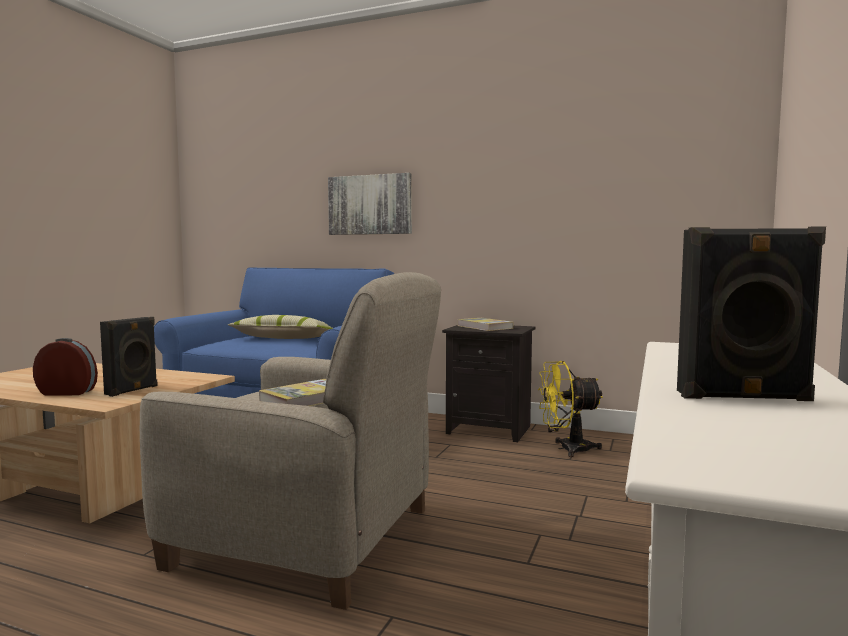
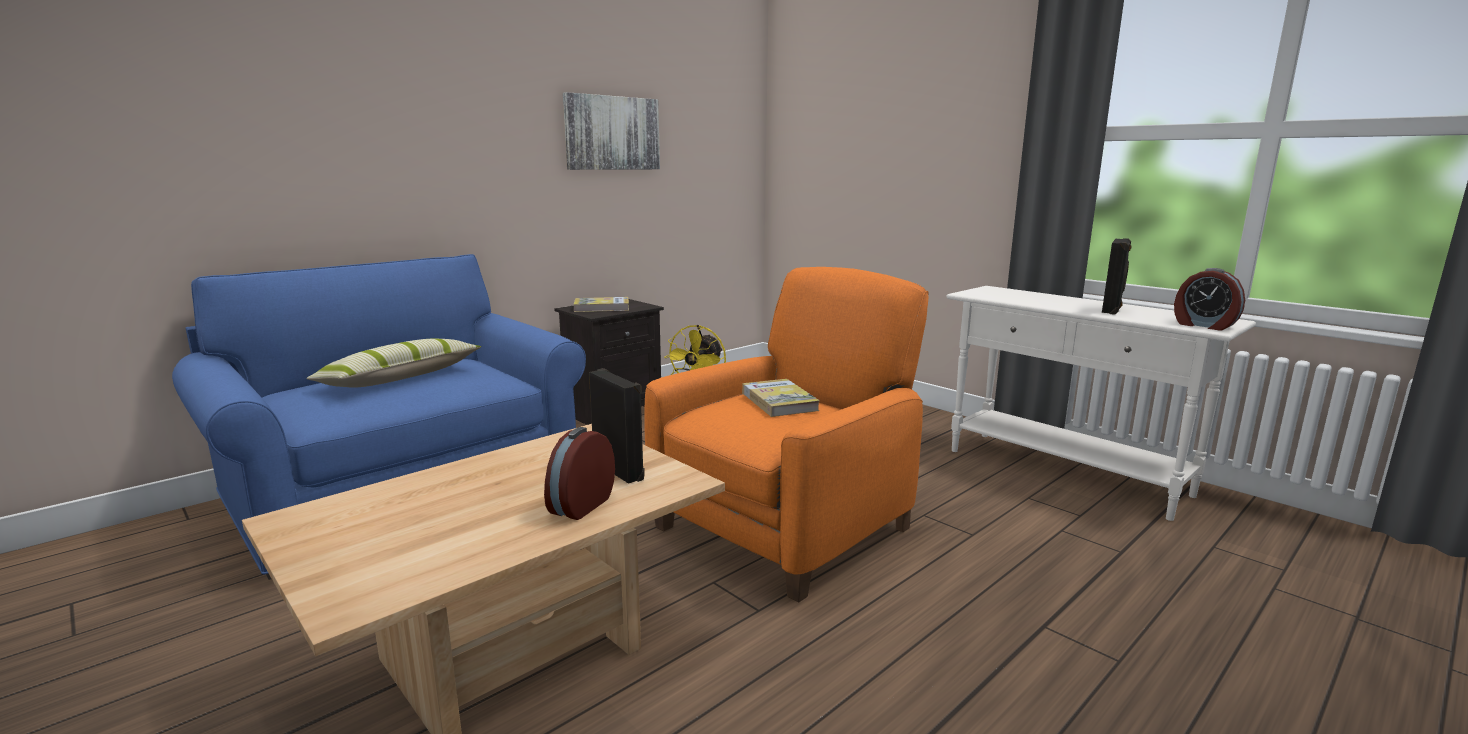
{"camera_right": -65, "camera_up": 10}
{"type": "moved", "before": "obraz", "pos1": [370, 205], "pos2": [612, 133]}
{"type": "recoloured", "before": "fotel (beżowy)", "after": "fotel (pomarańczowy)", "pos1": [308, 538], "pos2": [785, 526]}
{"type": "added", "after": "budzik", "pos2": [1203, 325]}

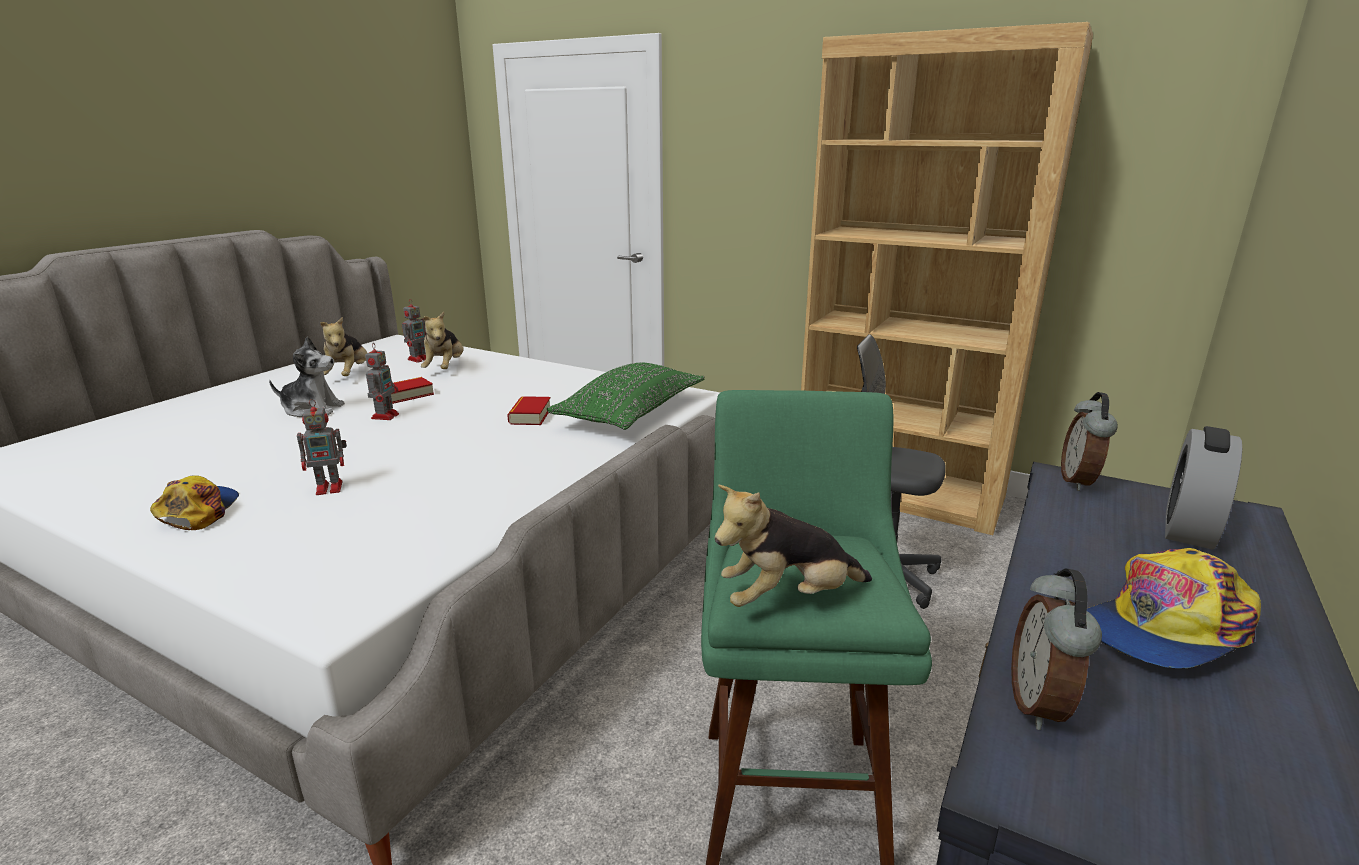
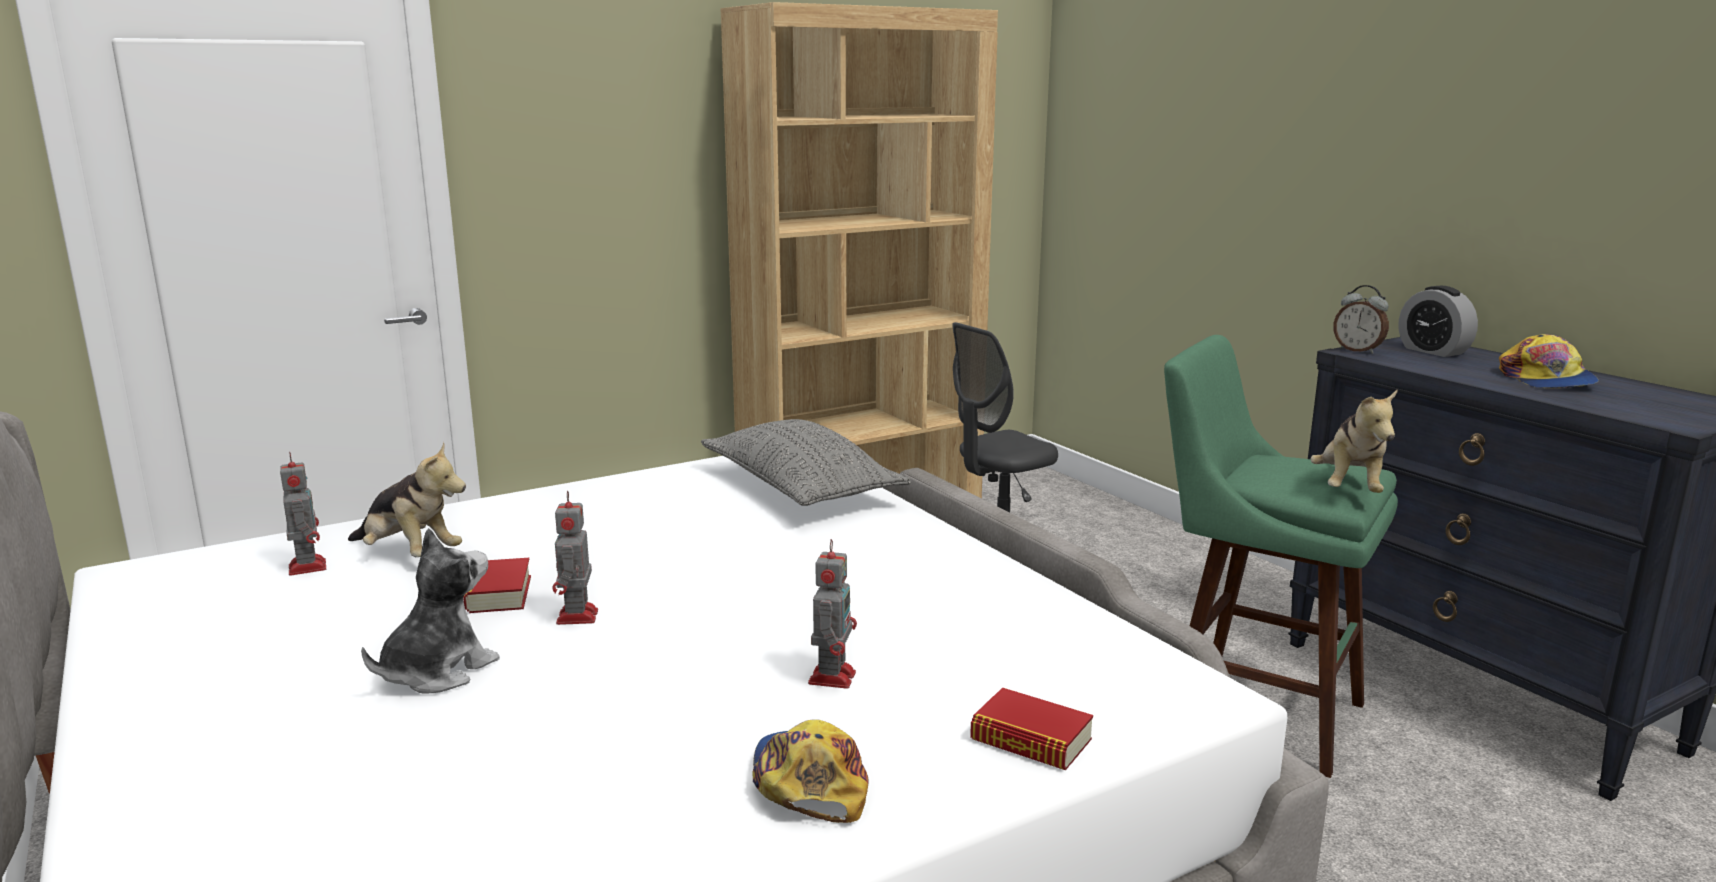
{"camera_right": -60, "camera_up": -5}
{"type": "turned", "before": "robot zabawkowy", "pos1": [386, 416], "pos2": [577, 618], "turn": -135}
{"type": "recoloured", "before": "poduszka (zielony)", "after": "poduszka (szary)", "pos1": [631, 413], "pos2": [801, 488]}
{"type": "turned", "before": "czapka z daszkiem", "pos1": [197, 511], "pos2": [809, 781], "turn": 60}
{"type": "moved", "before": "książka", "pos1": [530, 416], "pos2": [1031, 740]}
{"type": "removed", "before": "pluszak", "pos1": [349, 375]}
{"type": "removed", "before": "budzik", "pos1": [1040, 704]}

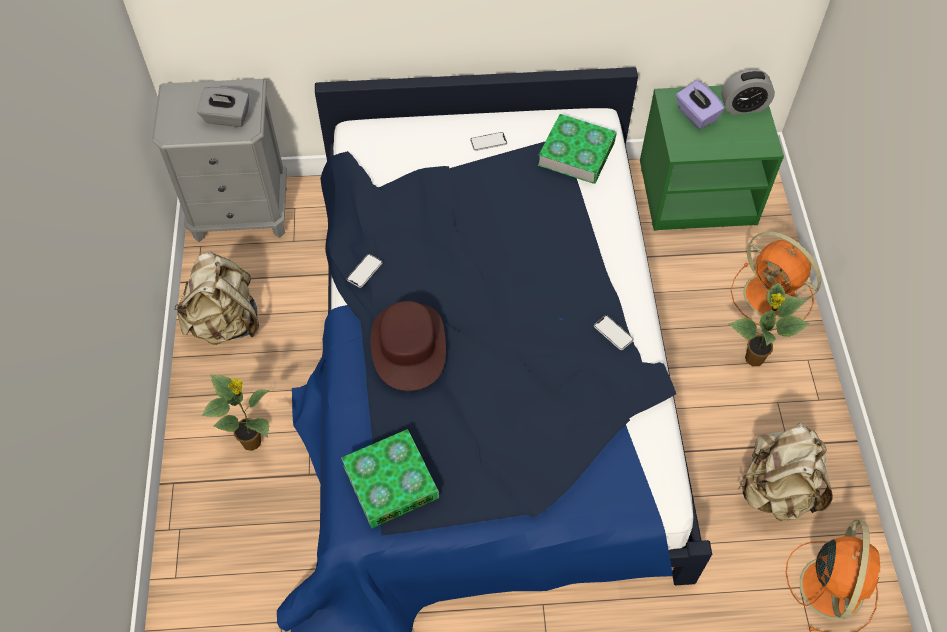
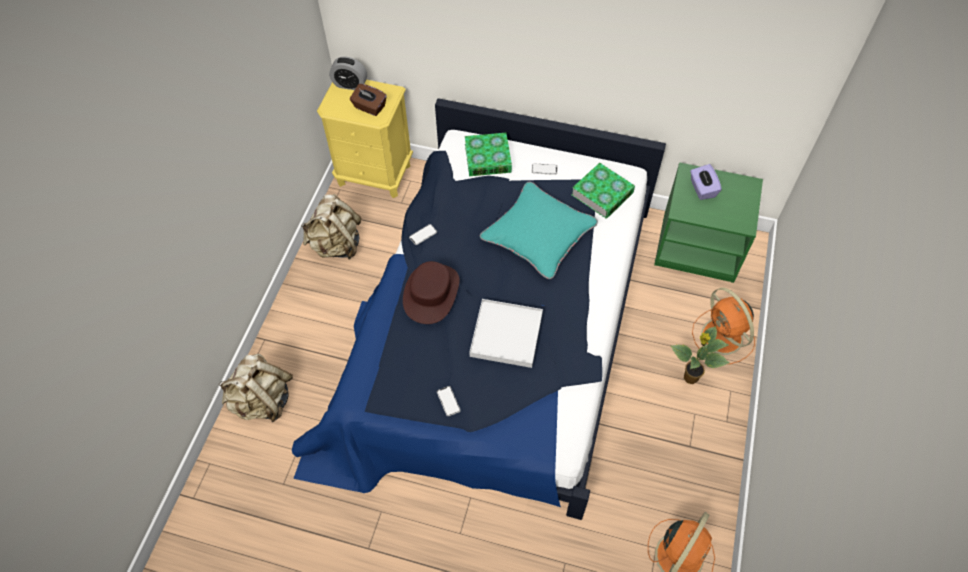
{"camera_right": 20, "camera_up": 0}
{"type": "moved", "before": "plecak (beżowy)", "pos1": [776, 490], "pos2": [263, 401]}
{"type": "recoloured", "before": "szafka nocna (szary)", "after": "szafka nocna (żółty)", "pos1": [241, 212], "pos2": [374, 174]}
{"type": "moved", "before": "budzik", "pos1": [743, 107], "pos2": [350, 85]}
{"type": "recoloured", "before": "pudełko chusteczek (szary)", "after": "pudełko chusteczek (brązowy)", "pos1": [227, 118], "pos2": [369, 107]}
{"type": "moved", "before": "telefon", "pos1": [613, 333], "pos2": [448, 401]}
{"type": "moved", "before": "książka", "pos1": [390, 482], "pos2": [488, 158]}
{"type": "added", "after": "taca (biały)", "pos2": [506, 334]}
{"type": "added", "after": "poduszka (turkusowy)", "pos2": [538, 235]}
{"type": "removed", "before": "roślina doniczkowa", "pos1": [253, 441]}

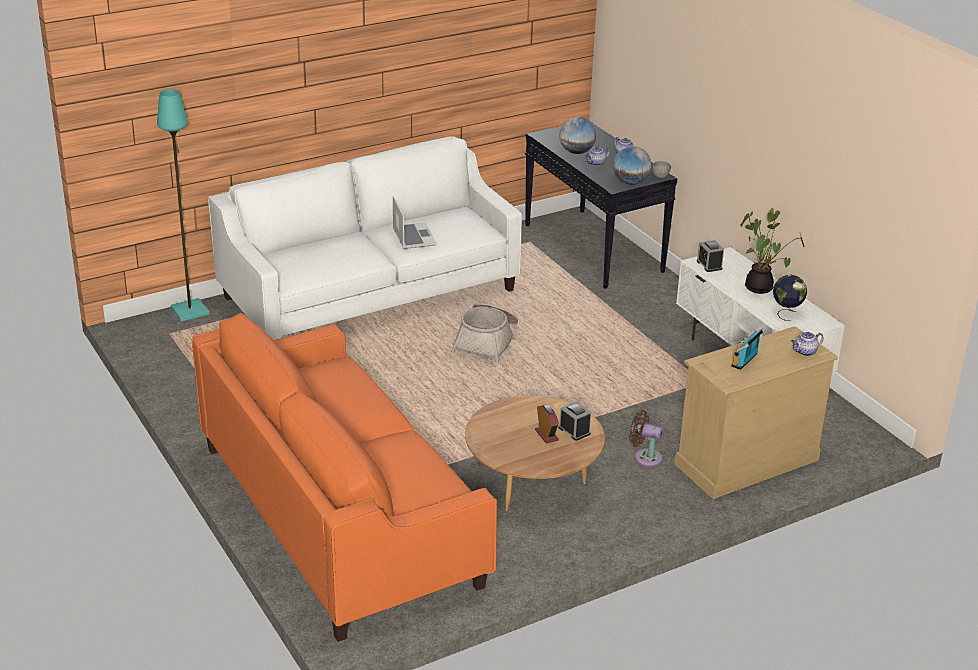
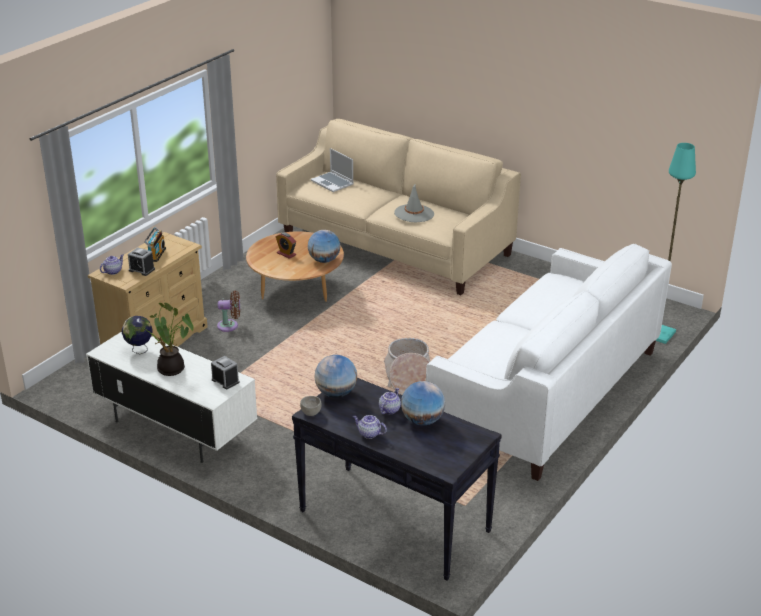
{"camera_right": 155, "camera_up": 0}
{"type": "moved", "before": "budzik", "pos1": [574, 430], "pos2": [141, 270]}
{"type": "recoloured", "before": "kanapa (pomarańczowy)", "after": "kanapa (beżowy)", "pos1": [340, 516], "pos2": [395, 245]}
{"type": "added", "after": "globus", "pos2": [324, 260]}
{"type": "moved", "before": "laptop", "pos1": [413, 237], "pos2": [333, 183]}
{"type": "added", "after": "kapelusz (szary)", "pos2": [414, 213]}

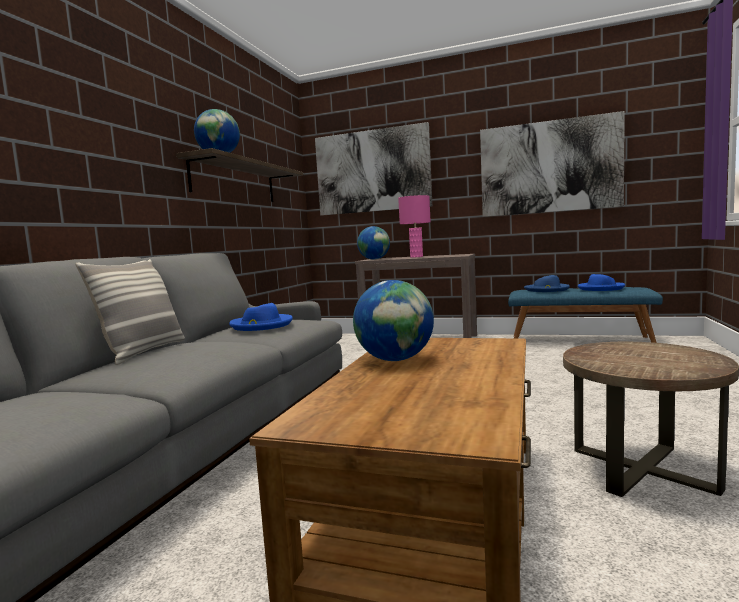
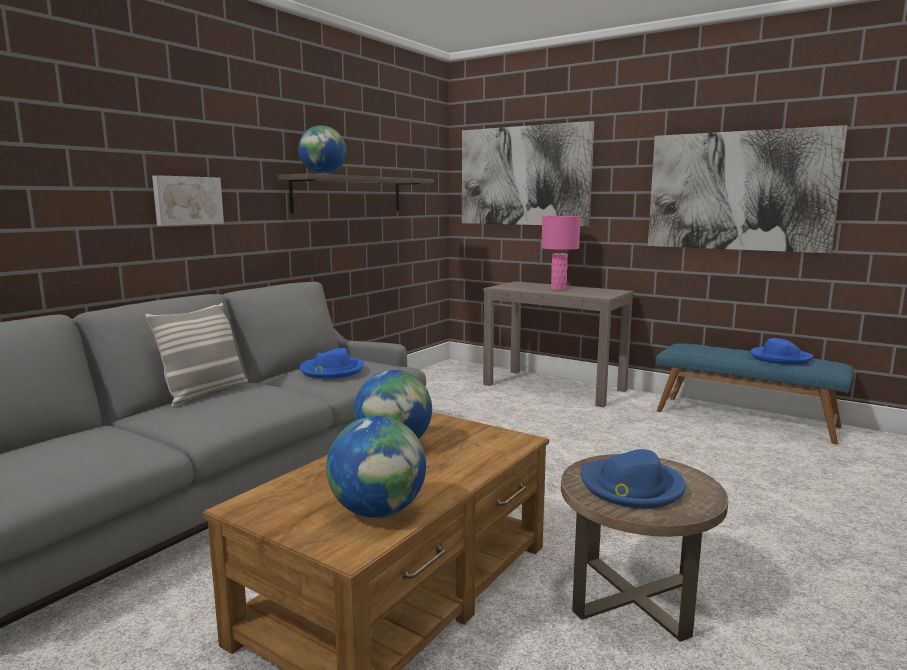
{"camera_right": 15, "camera_up": 5}
{"type": "added", "after": "obraz", "pos2": [187, 200]}
{"type": "moved", "before": "globus", "pos1": [374, 259], "pos2": [378, 511]}
{"type": "moved", "before": "kapelusz (niebieski)", "pos1": [547, 289], "pos2": [631, 487]}

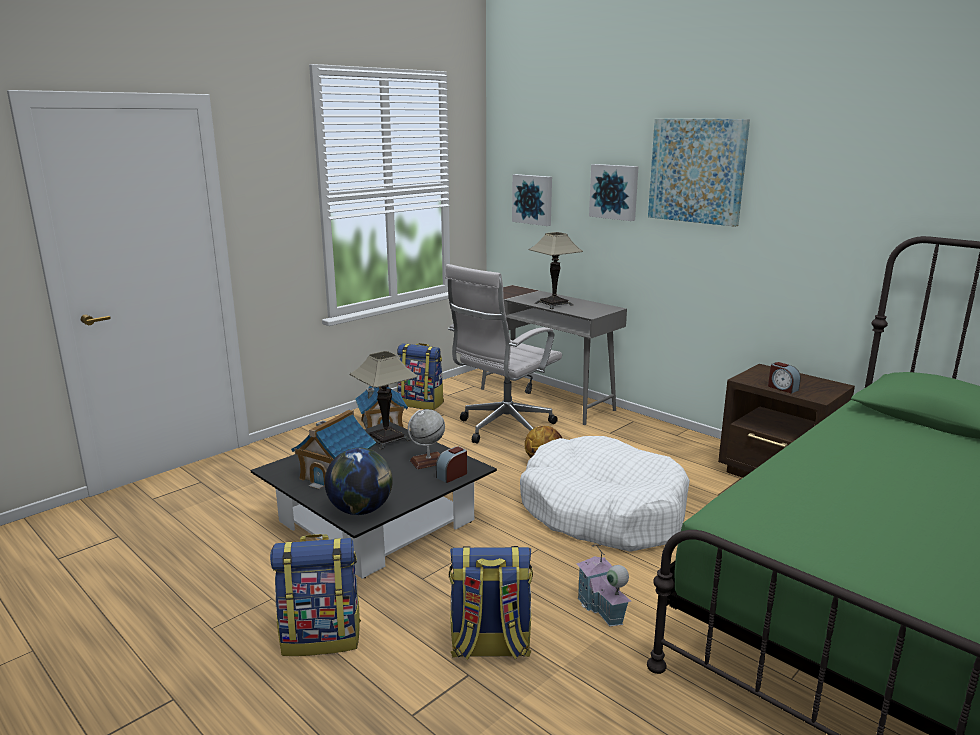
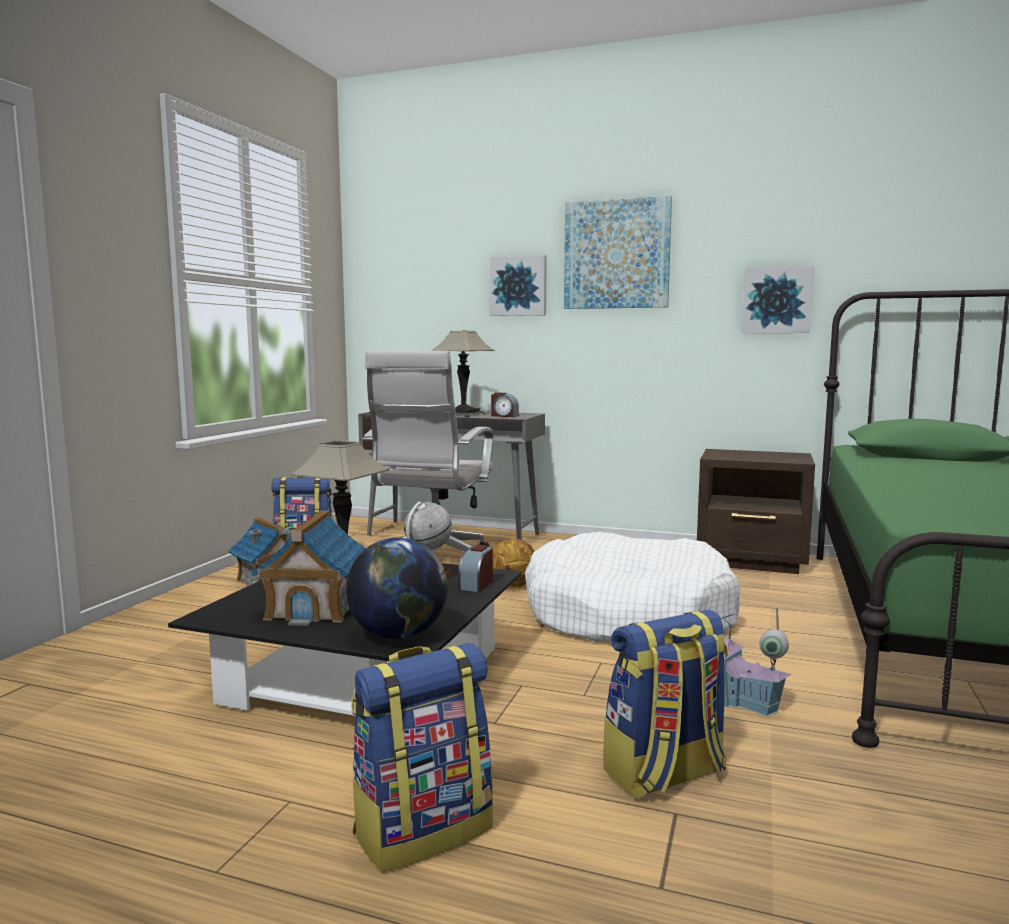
{"camera_right": -25, "camera_up": -10}
{"type": "moved", "before": "budzik", "pos1": [782, 388], "pos2": [504, 416]}
{"type": "moved", "before": "obraz", "pos1": [533, 199], "pos2": [776, 300]}

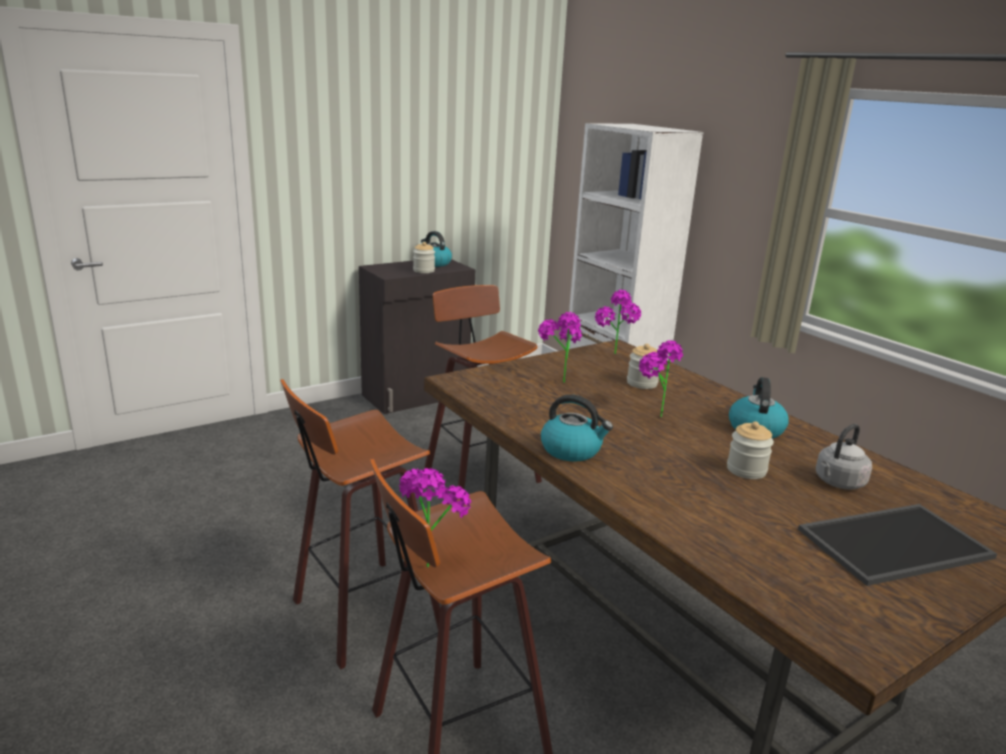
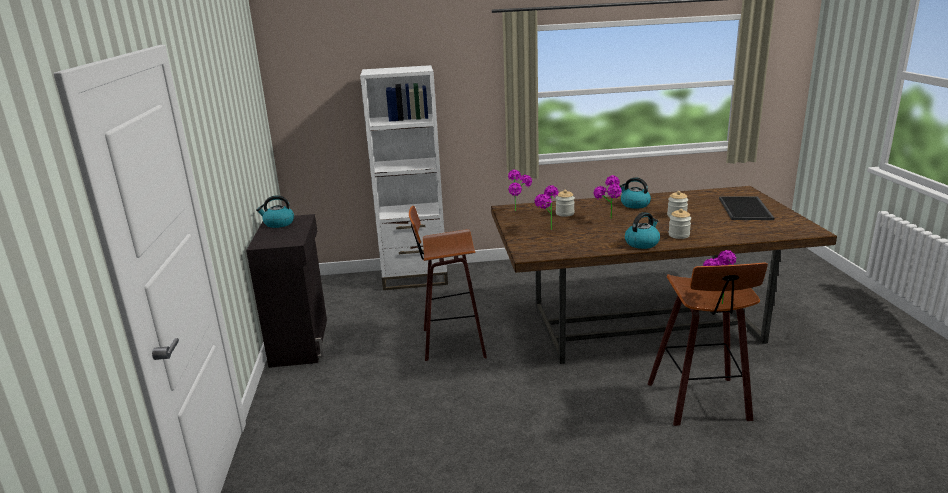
{"camera_right": -60, "camera_up": 0}
{"type": "moved", "before": "słoik", "pos1": [424, 271], "pos2": [679, 235]}
{"type": "removed", "before": "stołek", "pos1": [361, 615]}
{"type": "removed", "before": "czajnik (szary)", "pos1": [838, 483]}

